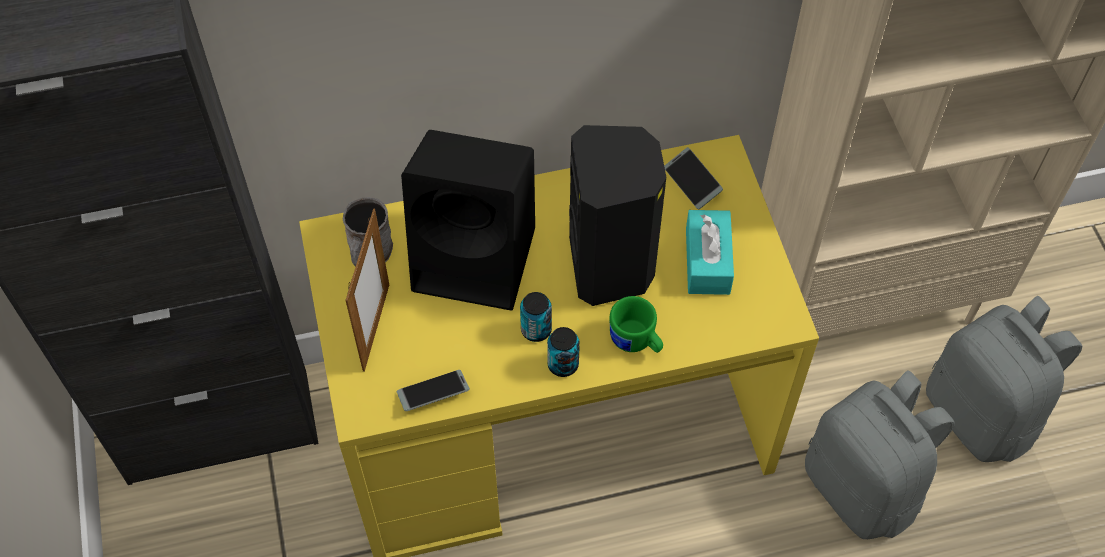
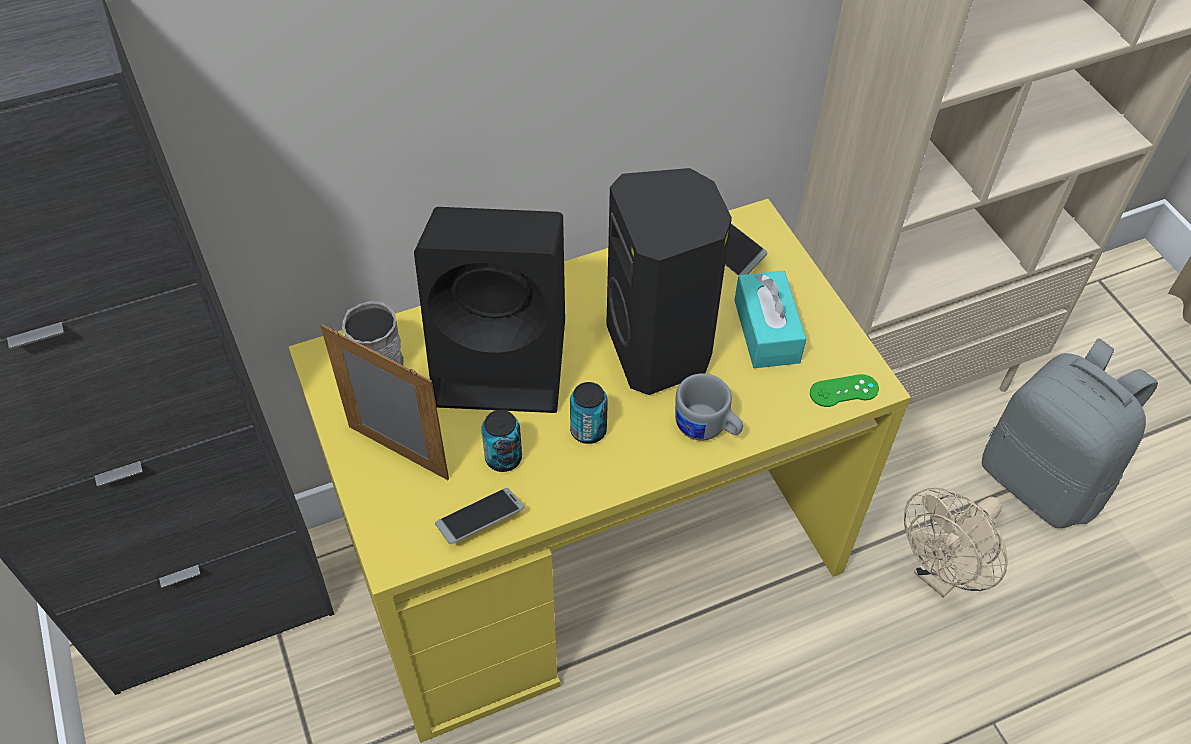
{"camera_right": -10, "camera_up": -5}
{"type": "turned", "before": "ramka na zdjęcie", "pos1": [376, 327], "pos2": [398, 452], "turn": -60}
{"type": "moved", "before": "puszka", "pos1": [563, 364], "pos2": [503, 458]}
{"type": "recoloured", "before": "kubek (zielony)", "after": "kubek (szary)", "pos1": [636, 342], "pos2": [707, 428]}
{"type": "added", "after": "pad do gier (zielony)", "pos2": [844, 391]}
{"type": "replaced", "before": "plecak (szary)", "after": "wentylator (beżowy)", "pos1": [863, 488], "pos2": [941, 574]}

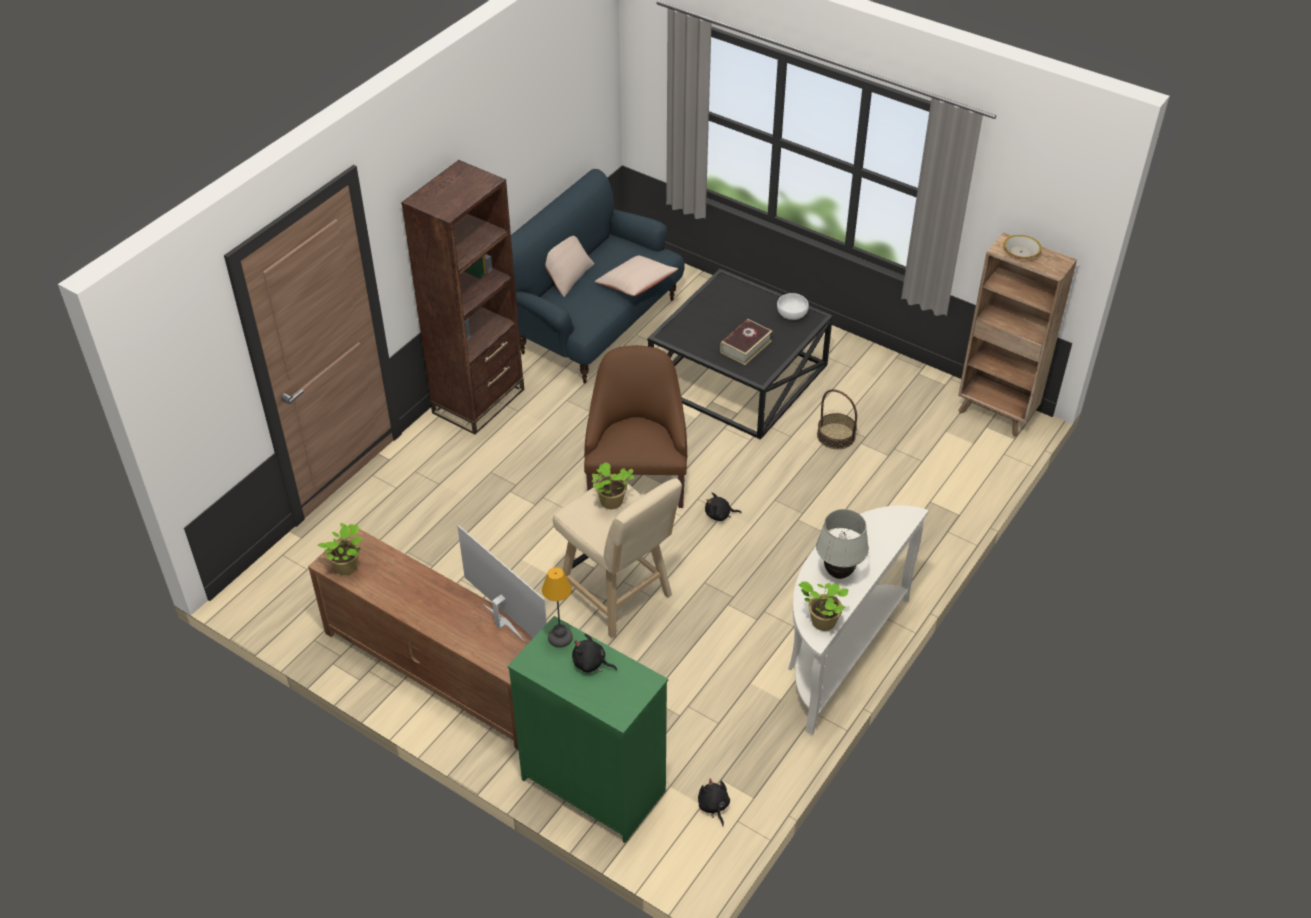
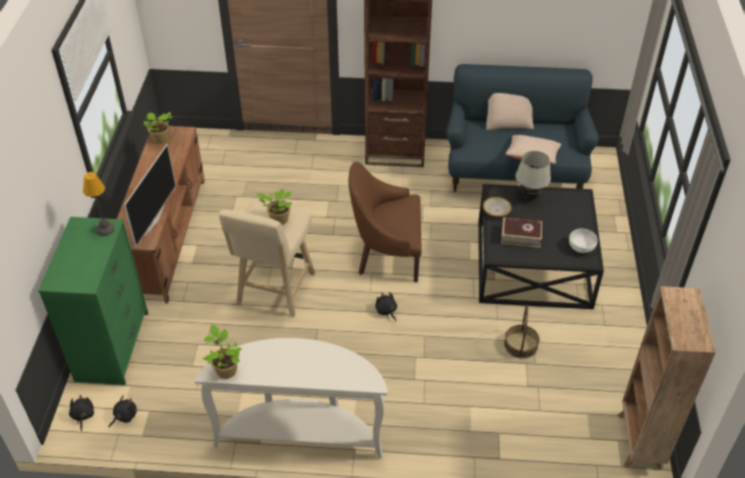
{"camera_right": 60, "camera_up": 0}
{"type": "moved", "before": "pluszak (czarny)", "pos1": [591, 663], "pos2": [83, 416]}
{"type": "turned", "before": "fotel (brązowy)", "pos1": [637, 479], "pos2": [387, 254], "turn": -150}
{"type": "moved", "before": "miska", "pos1": [1021, 252], "pos2": [496, 210]}
{"type": "moved", "before": "lampa stołowa (biały)", "pos1": [839, 573], "pos2": [530, 197]}

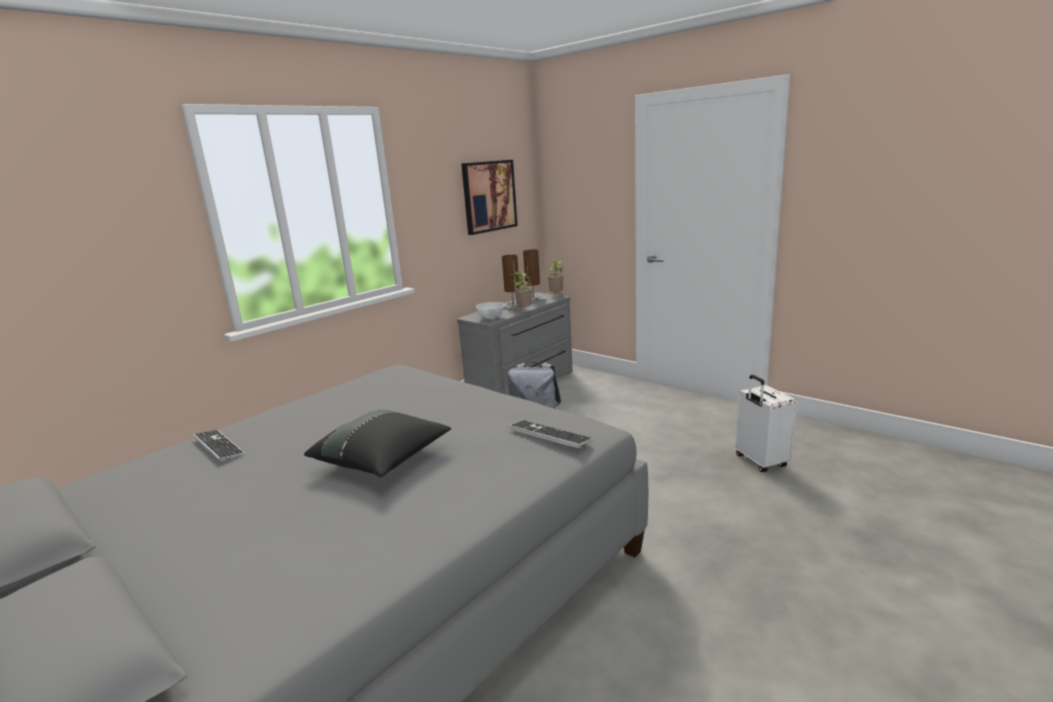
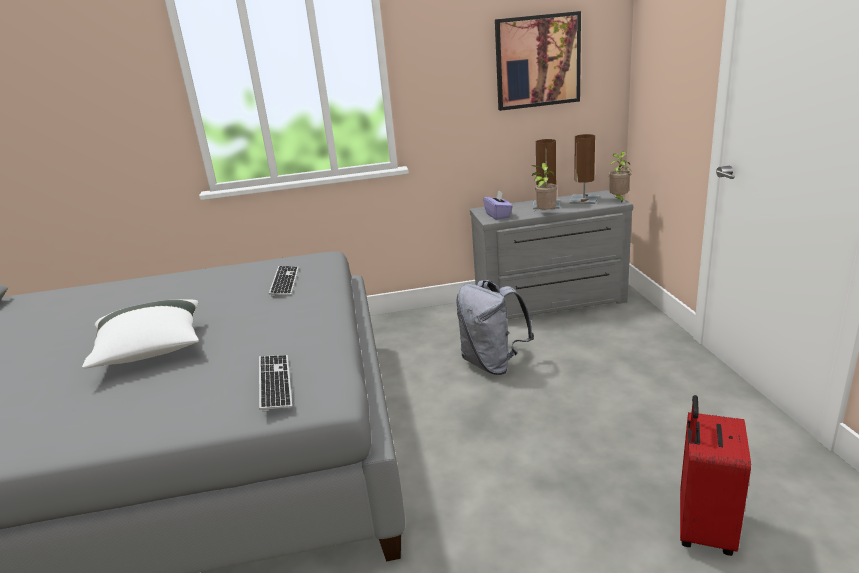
{"camera_right": 40, "camera_up": 5}
{"type": "recoloured", "before": "poduszka (czarny)", "after": "poduszka (biały)", "pos1": [383, 460], "pos2": [151, 350]}
{"type": "moved", "before": "klawiatura", "pos1": [219, 446], "pos2": [285, 282]}
{"type": "replaced", "before": "miska (biały)", "after": "pudełko chusteczek (fioletowy)", "pos1": [490, 318], "pos2": [498, 215]}
{"type": "recoloured", "before": "walizka (biały)", "after": "walizka (czerwony)", "pos1": [760, 462], "pos2": [703, 529]}

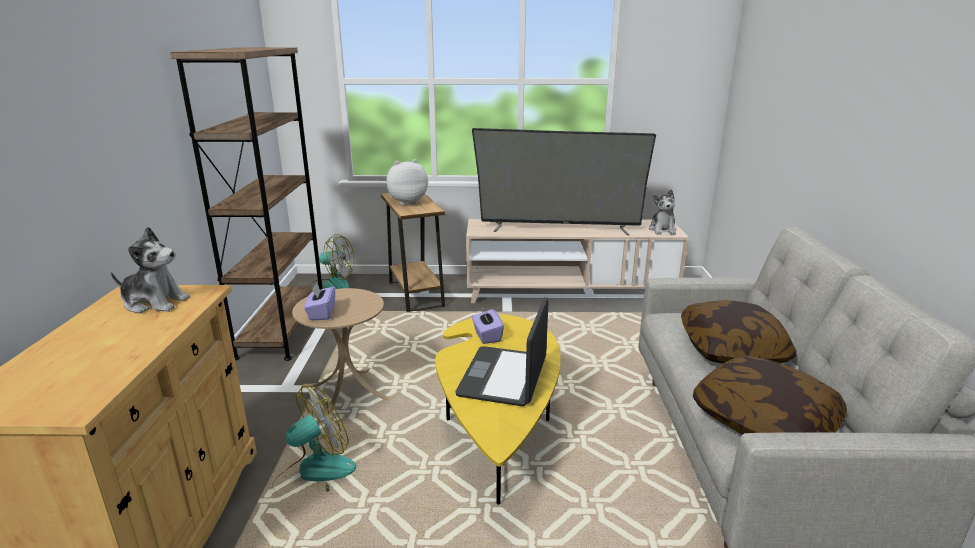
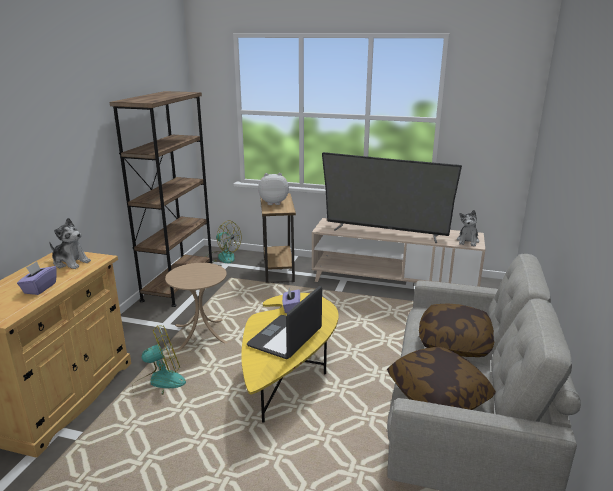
{"camera_right": 15, "camera_up": 0}
{"type": "moved", "before": "pudełko chusteczek (fioletowy)", "pos1": [321, 313], "pos2": [39, 288]}

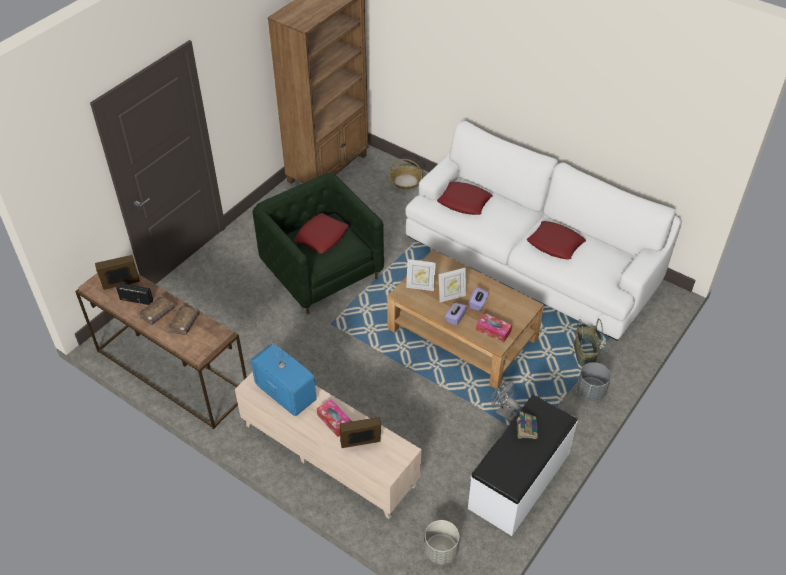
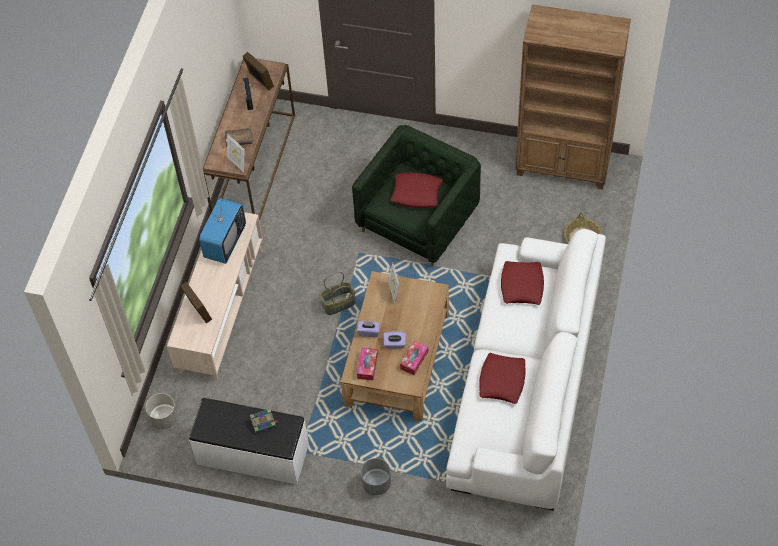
{"camera_right": 70, "camera_up": 10}
{"type": "moved", "before": "ramka na zdjęcie", "pos1": [451, 297], "pos2": [237, 163]}
{"type": "moved", "before": "koszyk", "pos1": [585, 353], "pos2": [338, 304]}
{"type": "moved", "before": "pudełko chusteczek", "pos1": [334, 421], "pos2": [414, 360]}
{"type": "removed", "before": "książka (brązowy)", "pos1": [157, 313]}
{"type": "removed", "before": "wentylator (szary)", "pos1": [503, 412]}

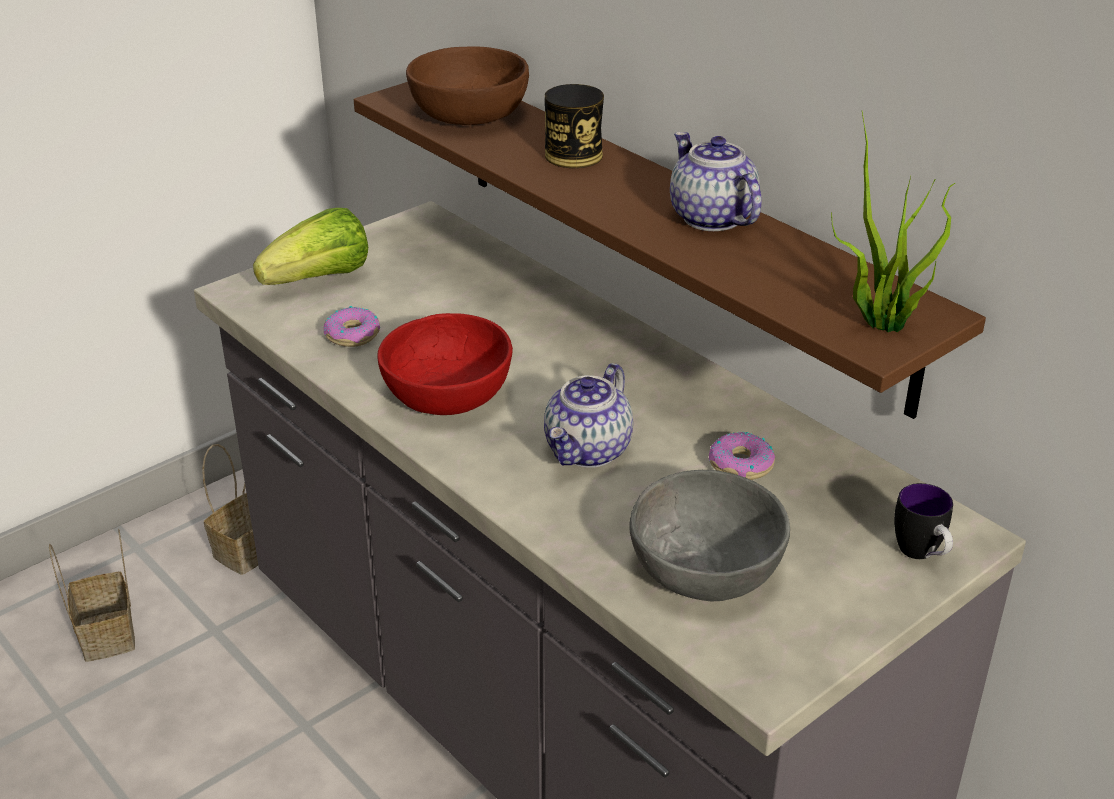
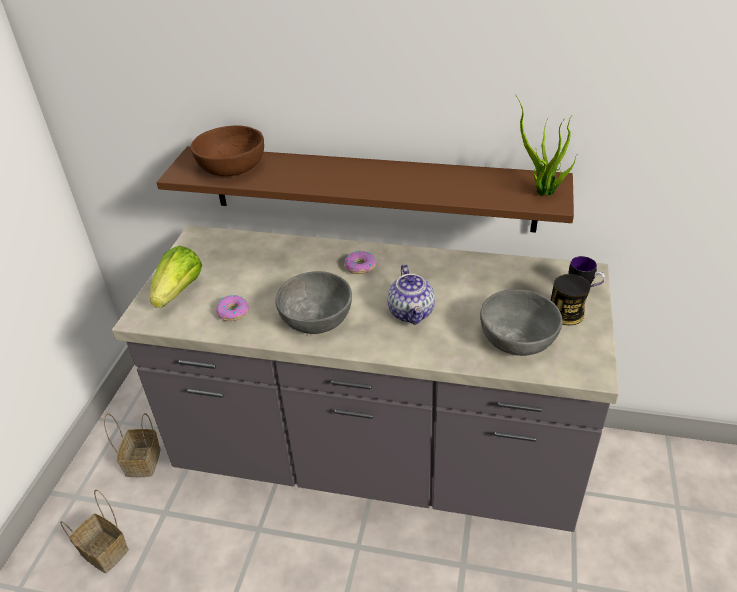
{"camera_right": -35, "camera_up": 5}
{"type": "recoloured", "before": "miska (czerwony)", "after": "miska (szary)", "pos1": [447, 393], "pos2": [316, 318]}
{"type": "moved", "before": "donut", "pos1": [740, 464], "pos2": [360, 267]}
{"type": "moved", "before": "puszka", "pos1": [573, 155], "pos2": [566, 313]}
{"type": "removed", "before": "imbryk", "pos1": [710, 217]}

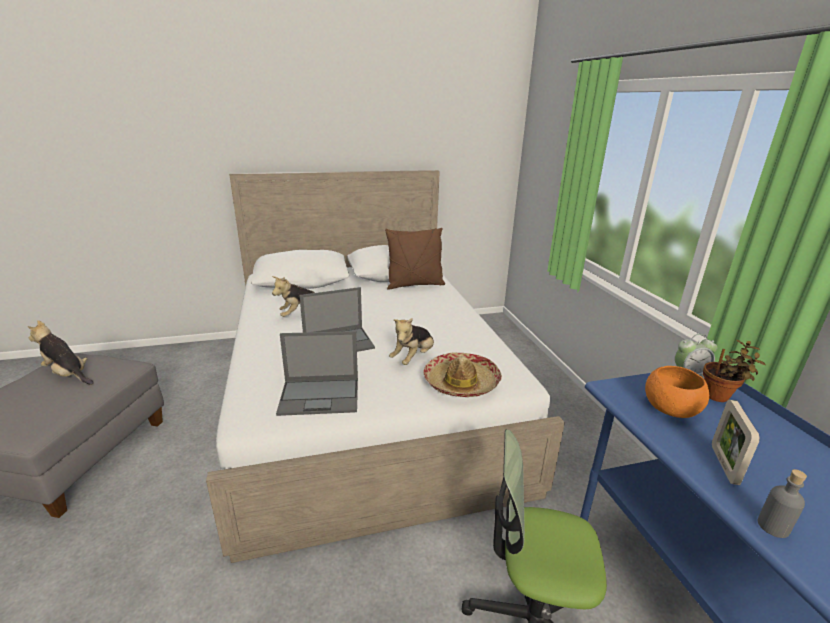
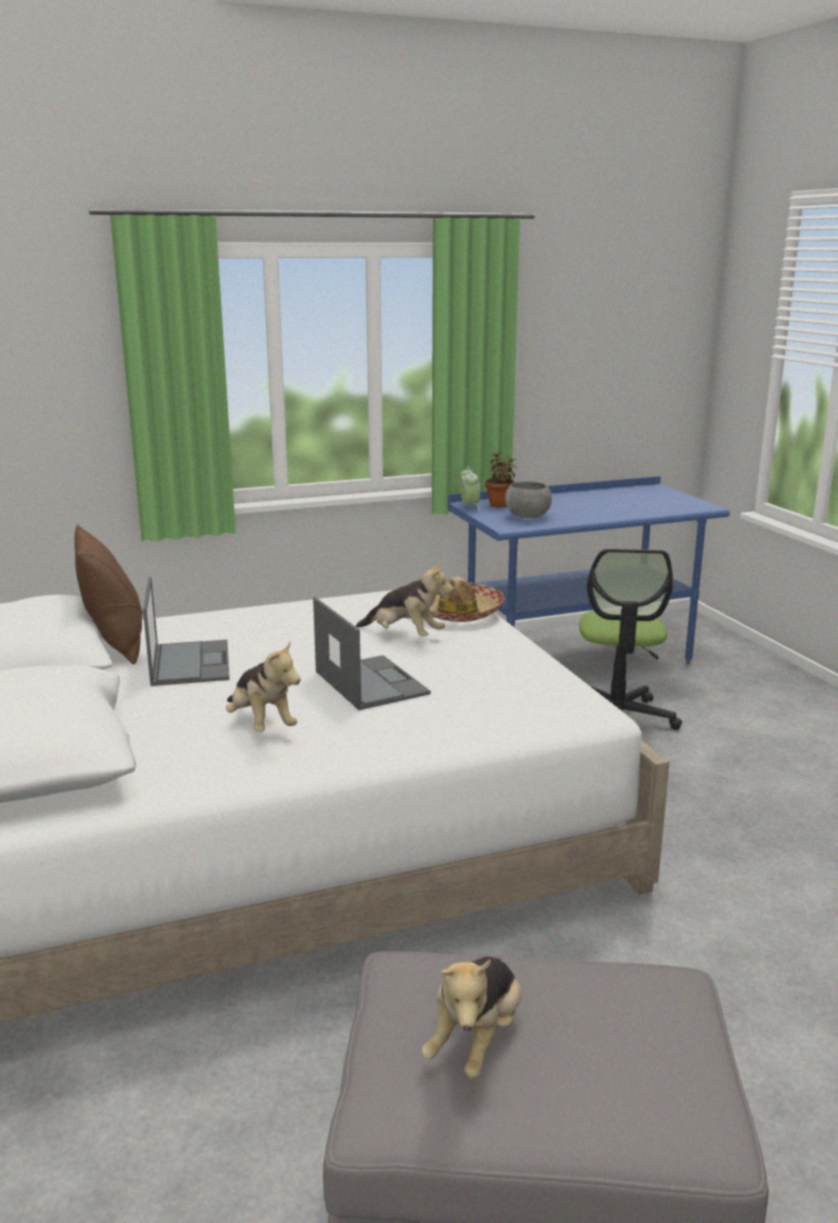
{"camera_right": -95, "camera_up": -5}
{"type": "moved", "before": "laptop", "pos1": [320, 396], "pos2": [190, 662]}
{"type": "recoloured", "before": "miska (pomarańczowy)", "after": "miska (szary)", "pos1": [670, 409], "pos2": [527, 516]}
{"type": "removed", "before": "ramka na zdjęcie", "pos1": [724, 464]}
{"type": "removed", "before": "butelka (szary)", "pos1": [772, 527]}

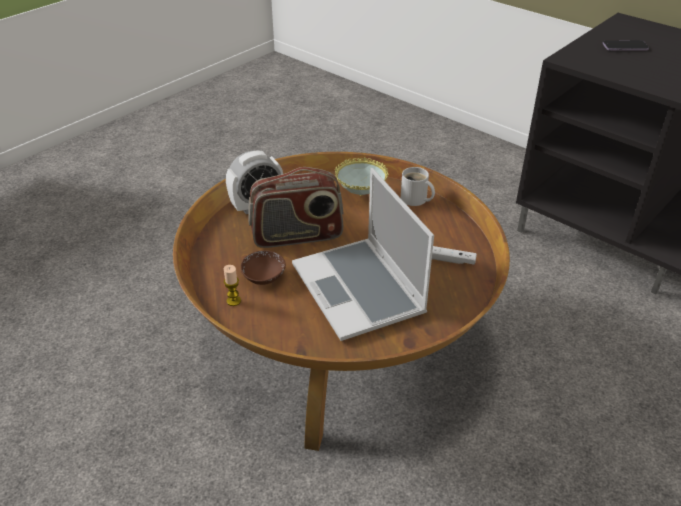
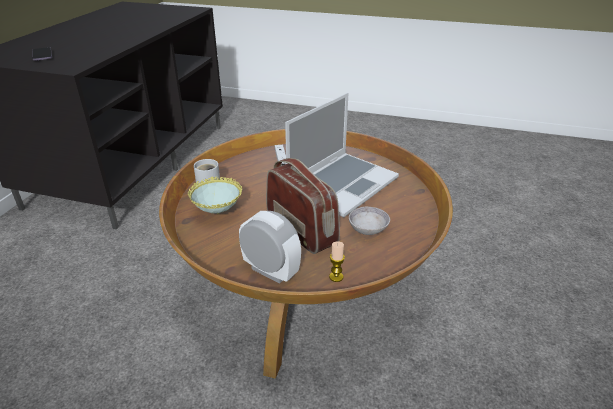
{"camera_right": -115, "camera_up": -5}
{"type": "moved", "before": "świeca", "pos1": [233, 301], "pos2": [336, 277]}
{"type": "recoloured", "before": "miska (brązowy)", "after": "miska (szary)", "pos1": [264, 277], "pos2": [368, 229]}

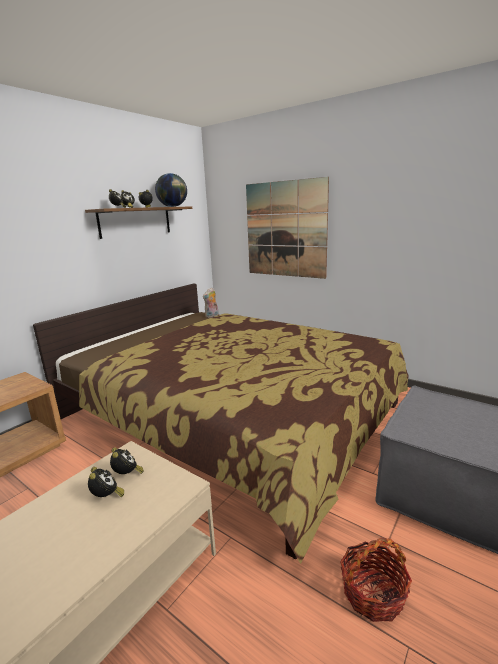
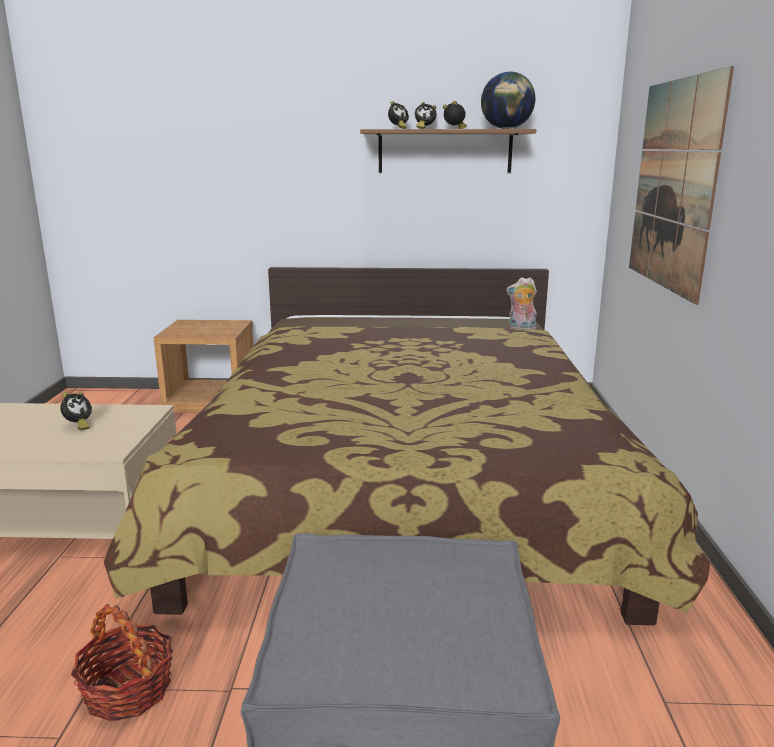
{"camera_right": 55, "camera_up": 0}
{"type": "removed", "before": "budzik", "pos1": [127, 475]}

